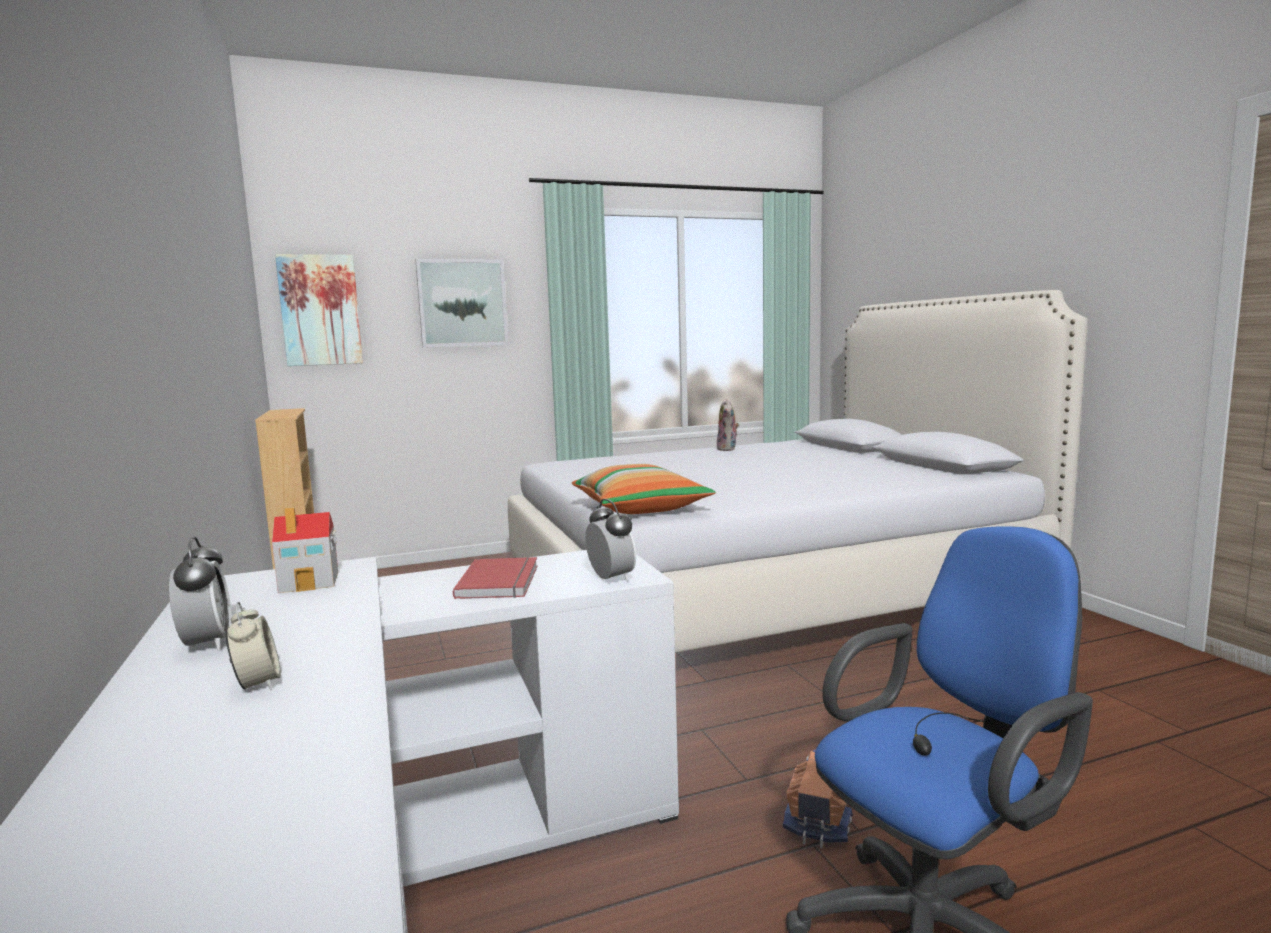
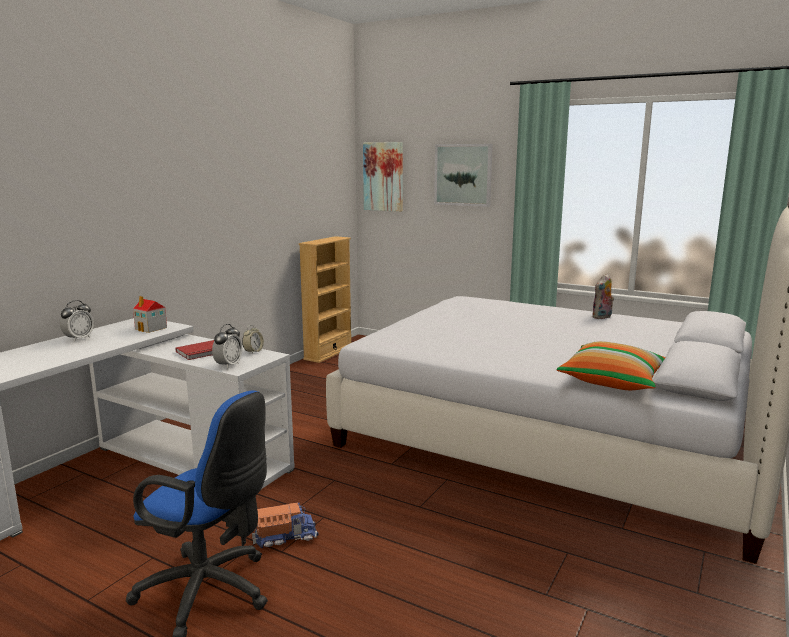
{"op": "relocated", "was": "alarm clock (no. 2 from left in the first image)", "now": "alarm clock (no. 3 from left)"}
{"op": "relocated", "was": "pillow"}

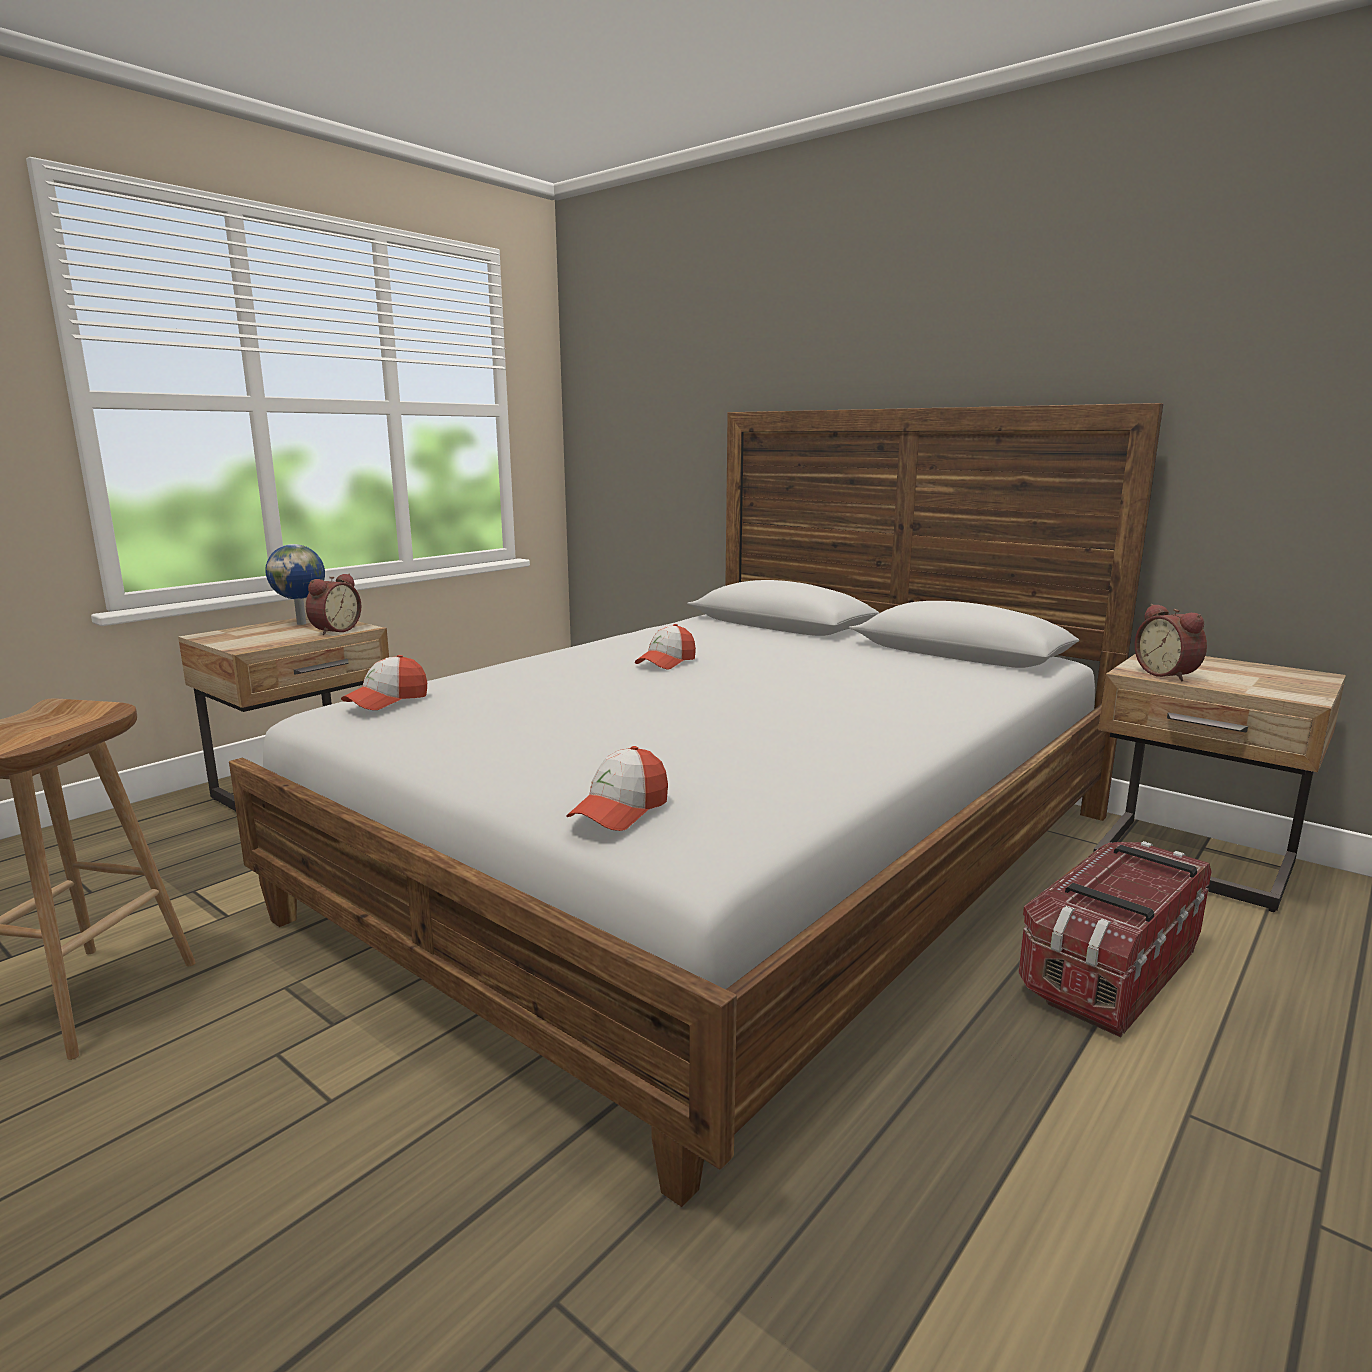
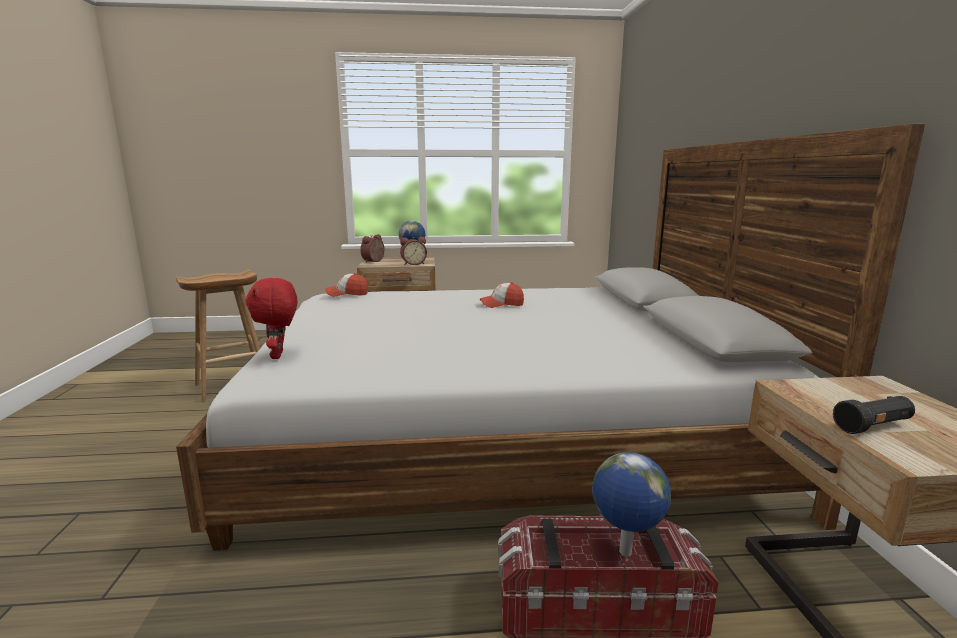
{"op": "exchanged", "was": "cap (no. 2 from left)", "now": "red plush toy"}
{"op": "relocated", "was": "alarm clock (no. 2 from left in the first image)", "now": "alarm clock (no. 1 from left)"}
{"op": "appeared", "now": "globe (no. 2 from left)"}
{"op": "appeared", "now": "black flashlight"}

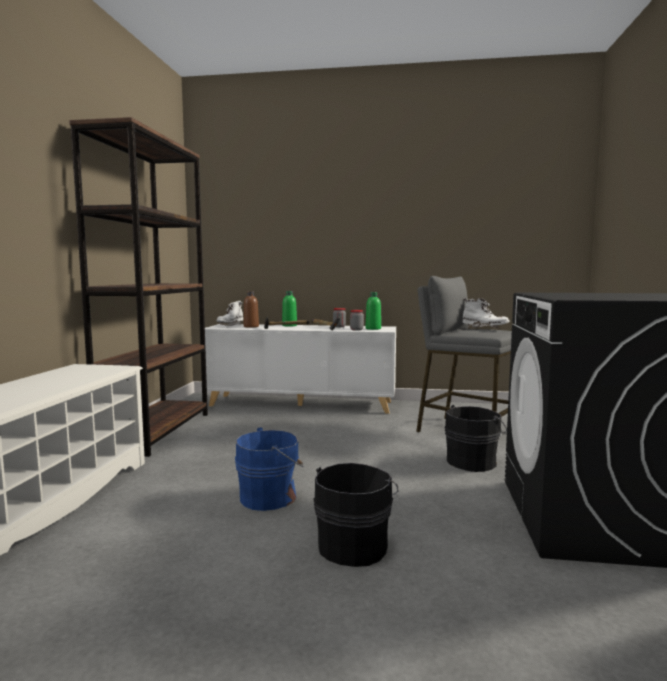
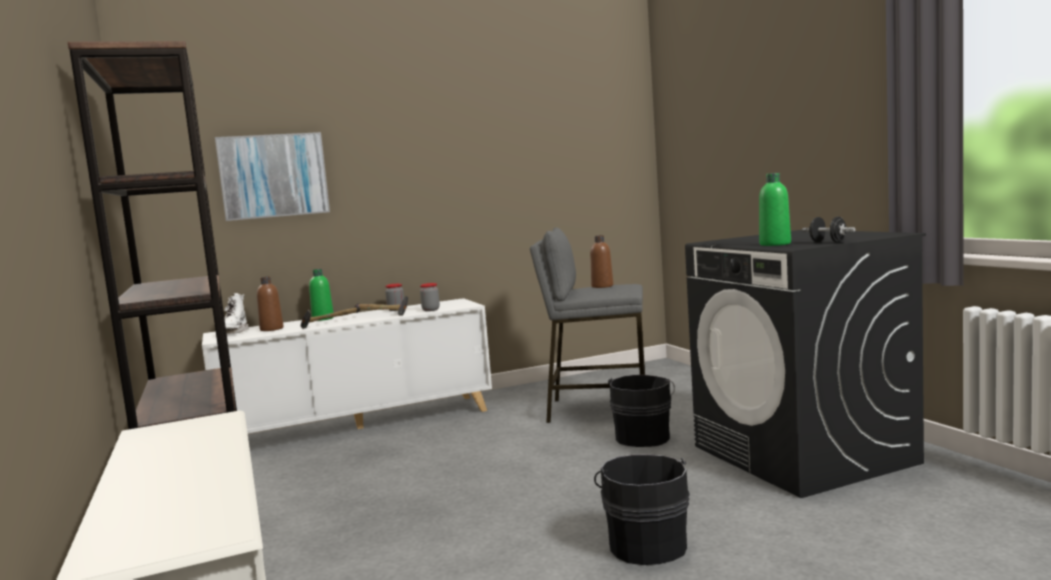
{"op": "missing", "was": "blue bucket"}
{"op": "relocated", "was": "green bottle (no. 2 from left)"}
{"op": "exchanged", "was": "white boot (no. 2 from left)", "now": "brown bottle (no. 2 from left)"}
{"op": "appeared", "now": "picture"}
{"op": "appeared", "now": "black dumbbell"}

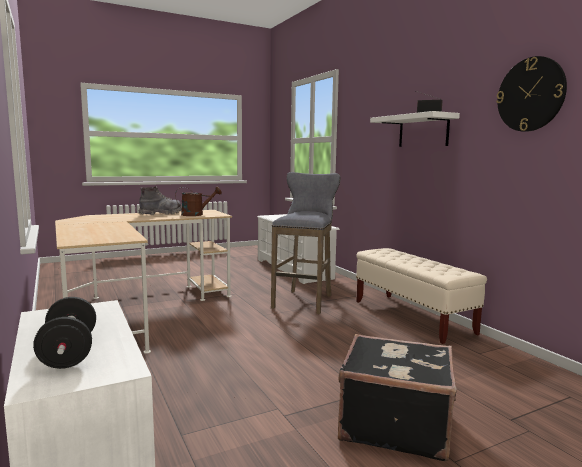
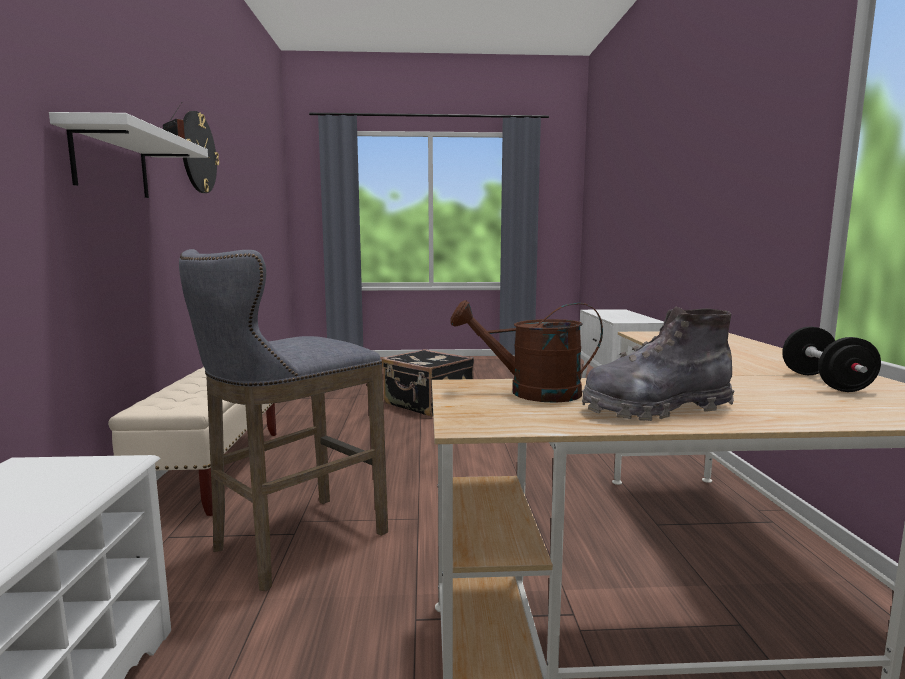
{"op": "relocated", "was": "black dumbbell"}

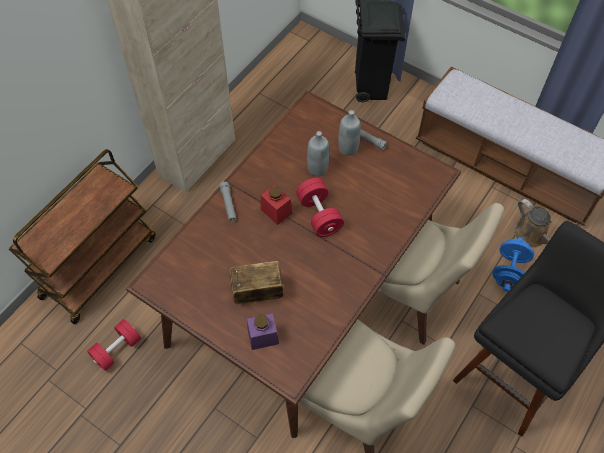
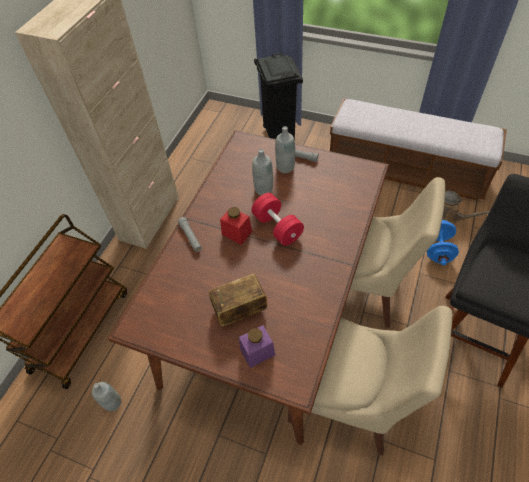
{"op": "exchanged", "was": "red dumbbell (no. 1 from left)", "now": "grey bottle (no. 1 from left)"}

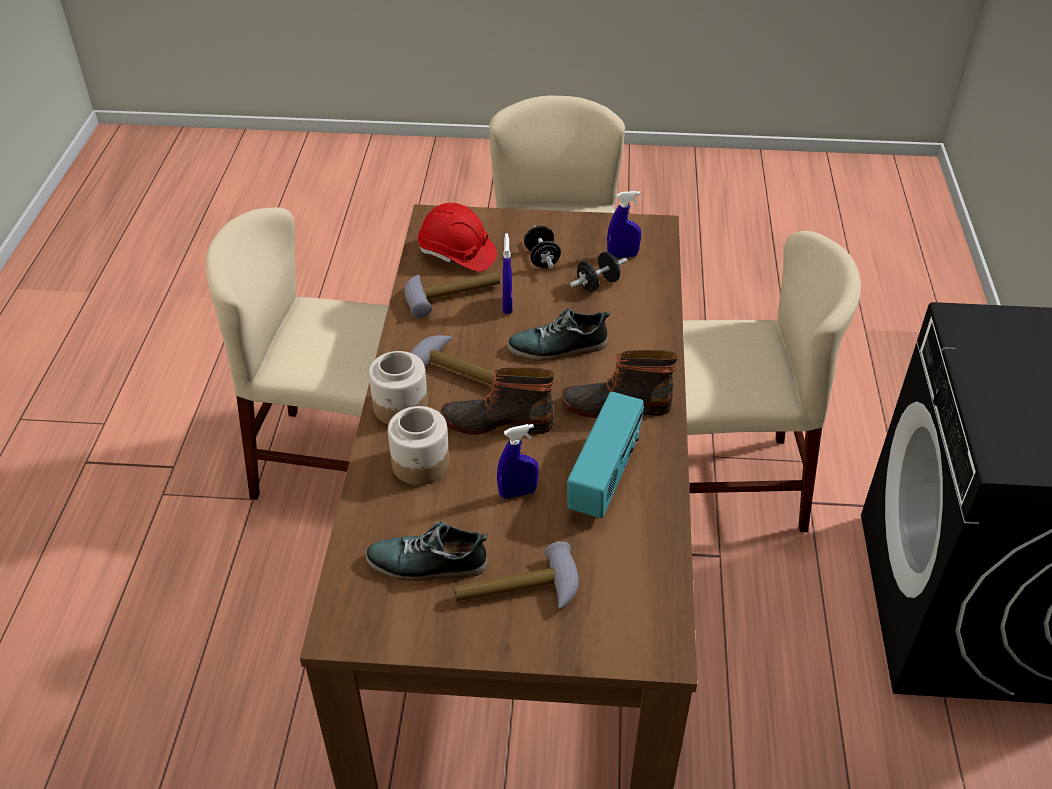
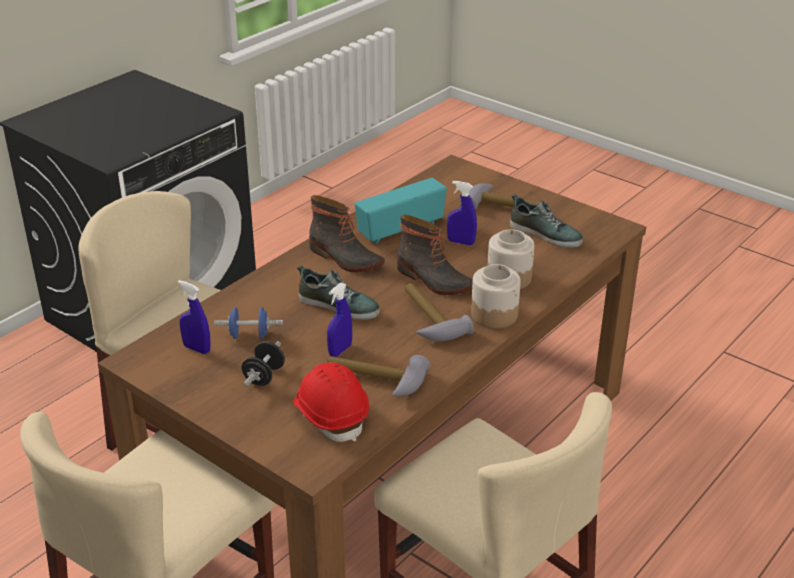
{"op": "colour", "was": "black dumbbell (no. 2 from left)", "now": "blue dumbbell"}

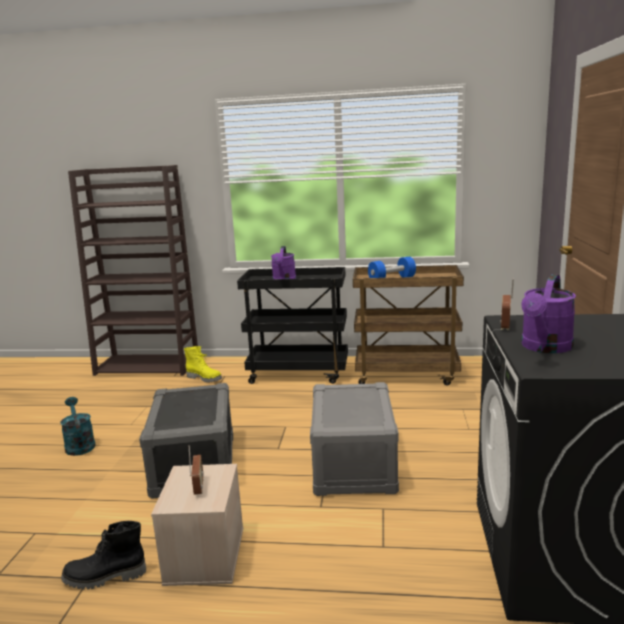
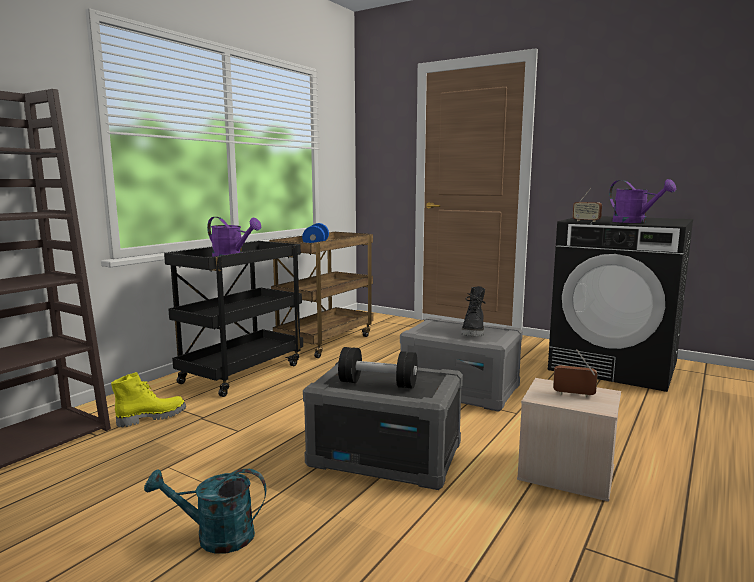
{"op": "relocated", "was": "black boot"}
{"op": "appeared", "now": "black dumbbell"}

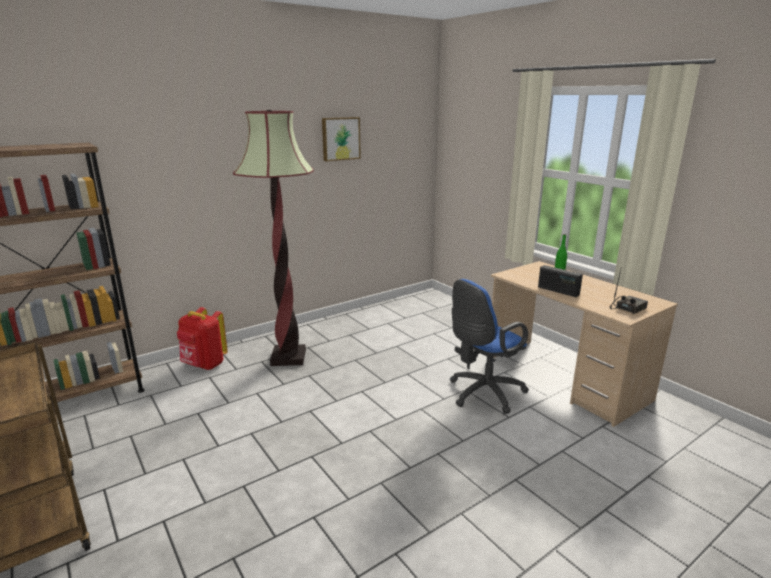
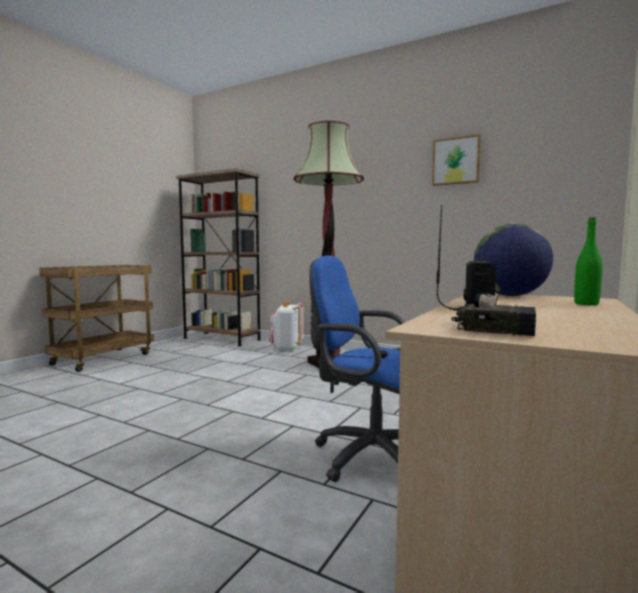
{"op": "colour", "was": "red backpack", "now": "white backpack"}
{"op": "appeared", "now": "globe"}

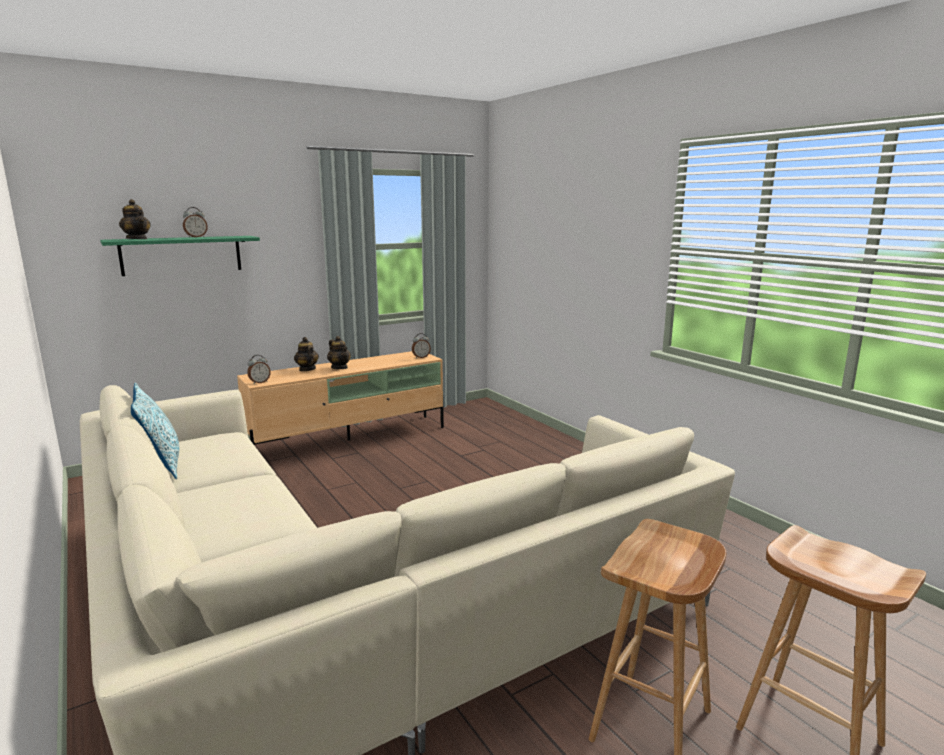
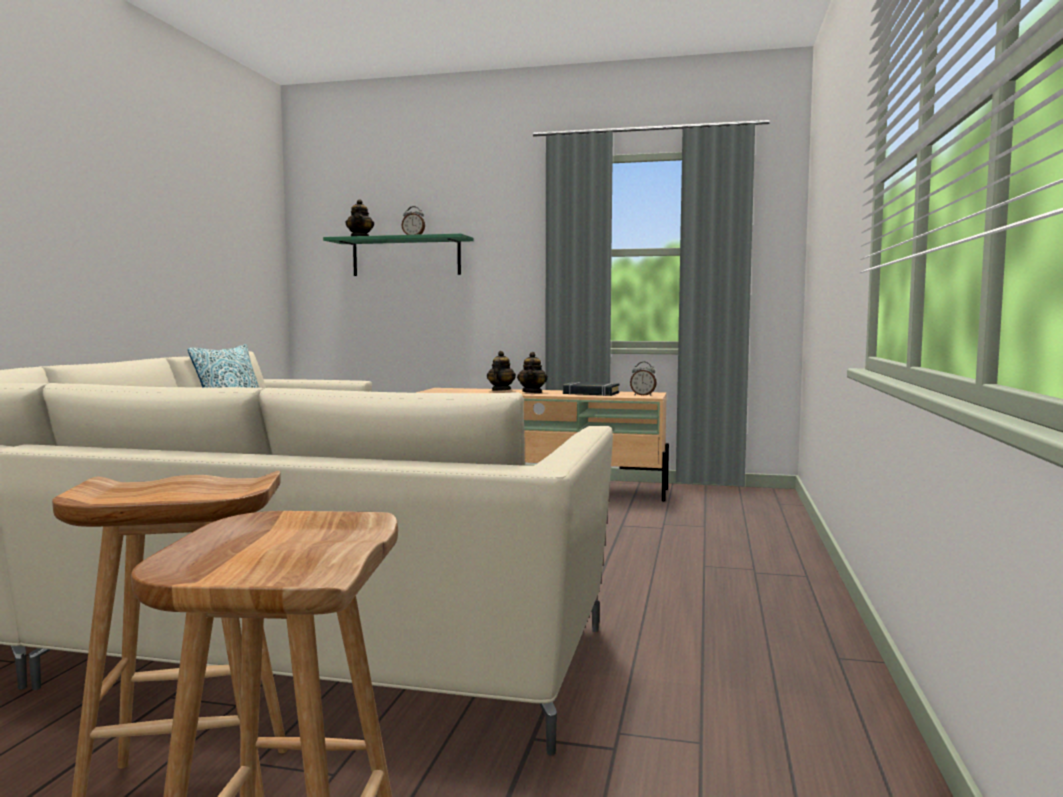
{"op": "missing", "was": "alarm clock (no. 2 from left)"}
{"op": "appeared", "now": "black book"}

